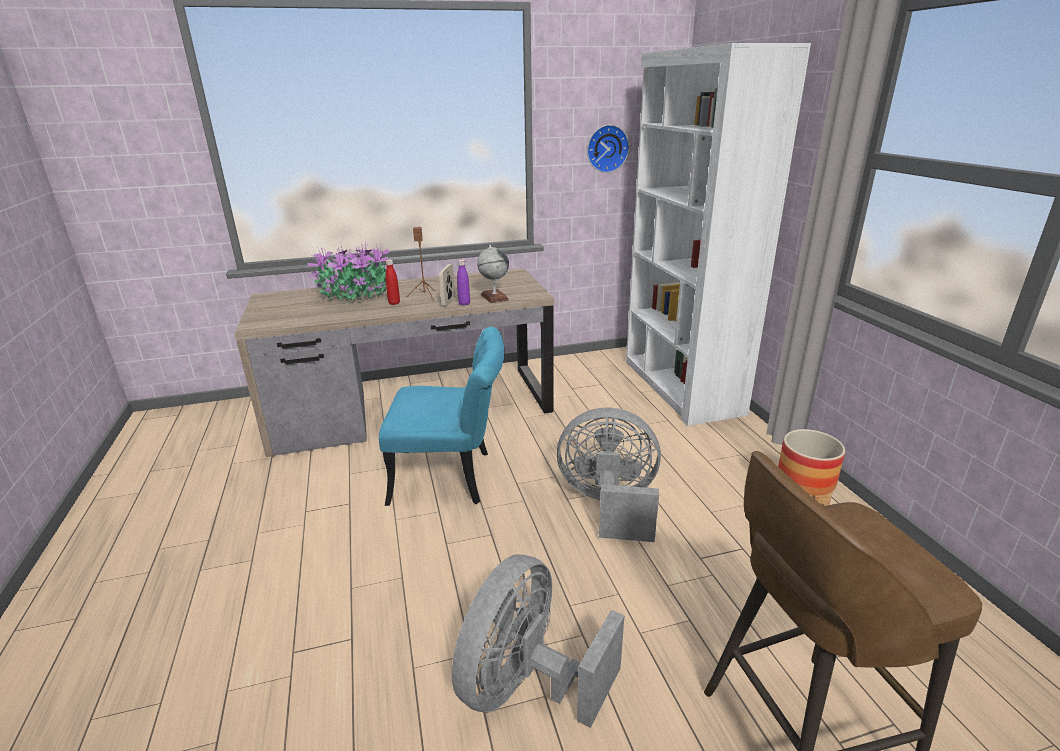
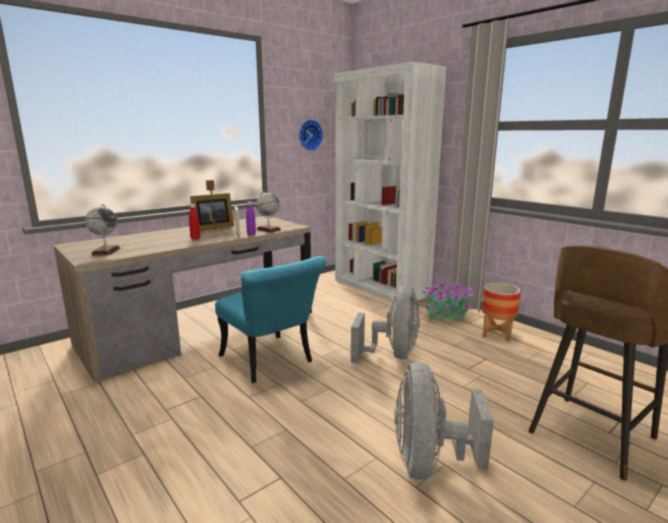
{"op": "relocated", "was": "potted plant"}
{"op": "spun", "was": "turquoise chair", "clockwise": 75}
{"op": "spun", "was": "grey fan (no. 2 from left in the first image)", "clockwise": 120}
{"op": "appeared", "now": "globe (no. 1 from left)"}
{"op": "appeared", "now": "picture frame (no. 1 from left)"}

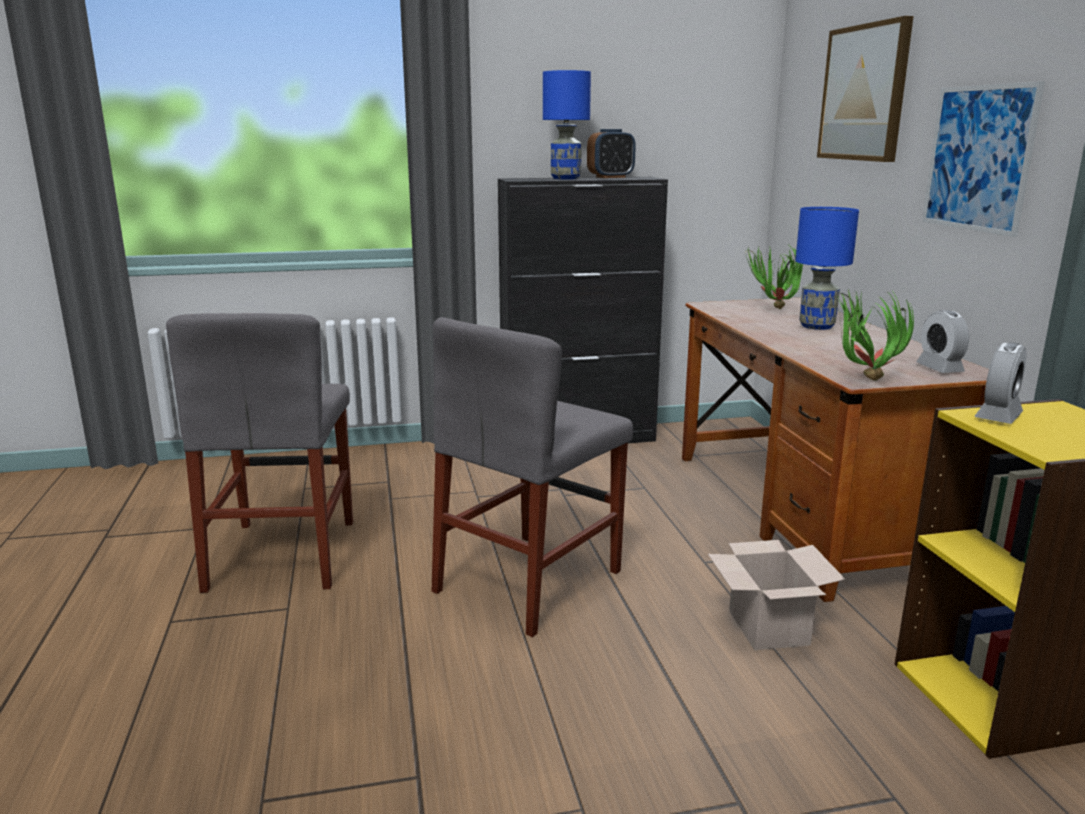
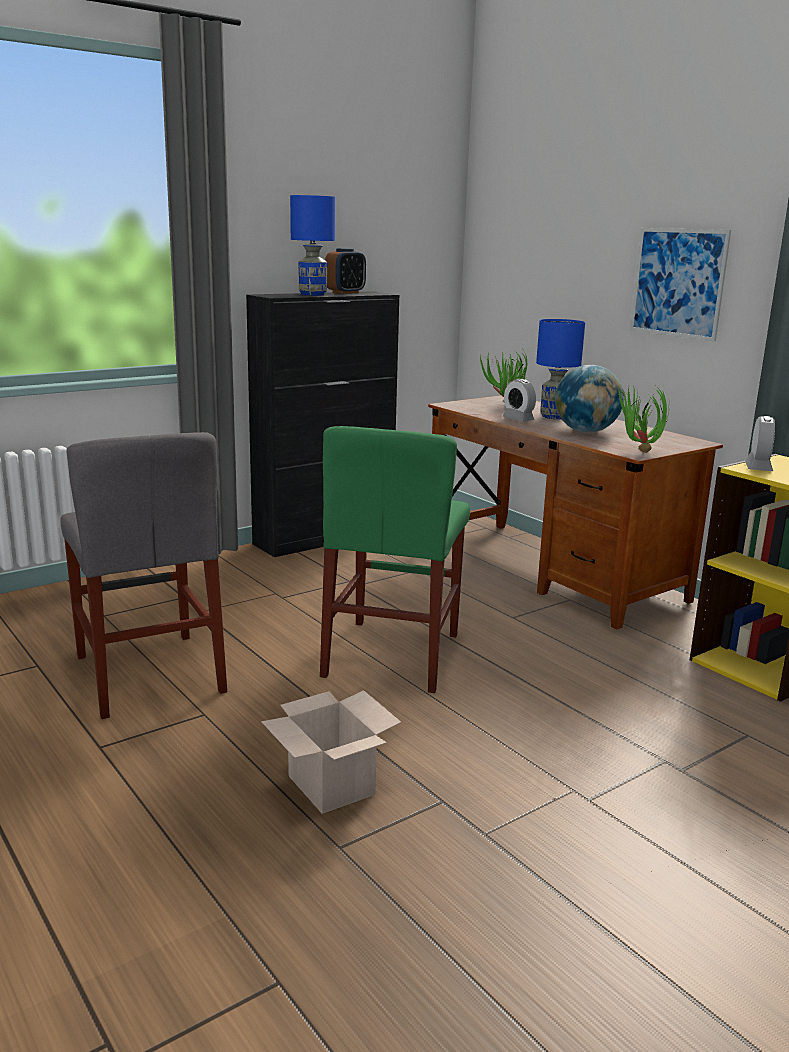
{"op": "colour", "was": "grey chair (no. 2 from left)", "now": "green chair"}
{"op": "relocated", "was": "cardboard box"}
{"op": "missing", "was": "picture (no. 1 from left)"}
{"op": "relocated", "was": "alarm clock (no. 2 from left)"}
{"op": "appeared", "now": "globe"}

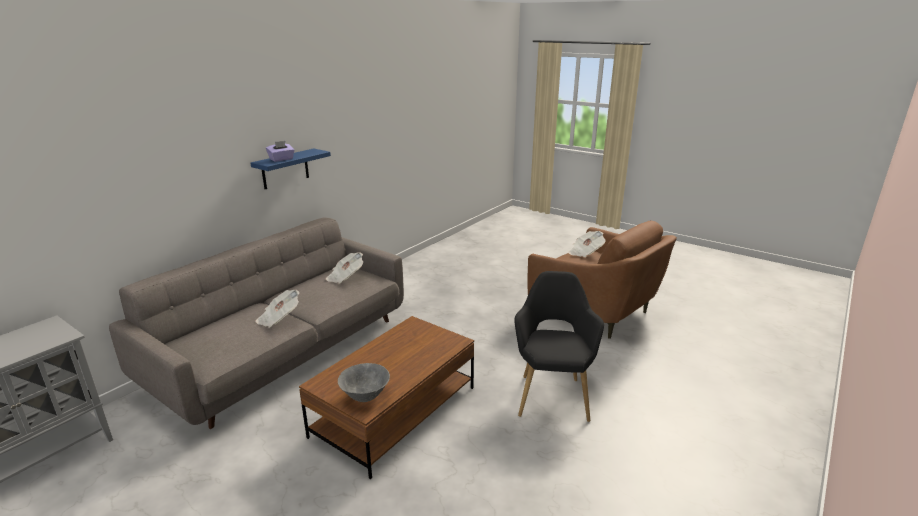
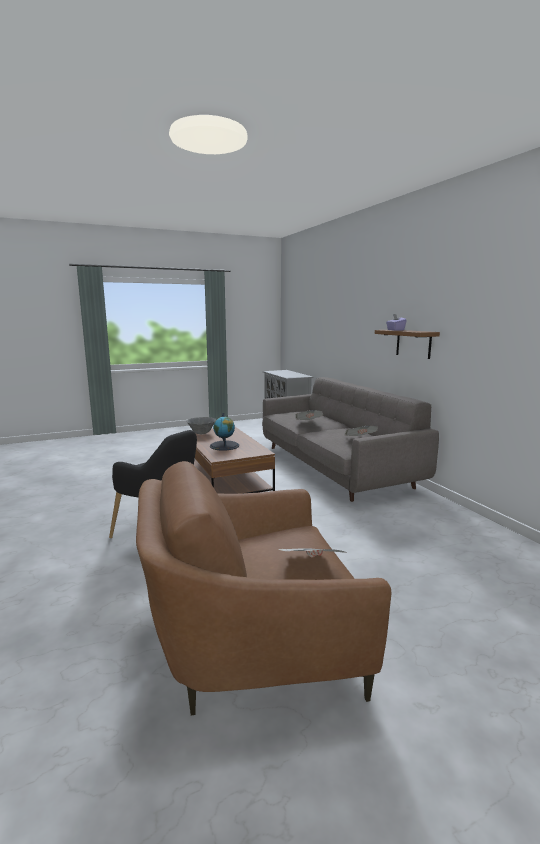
{"op": "colour", "was": "blue shelf", "now": "brown shelf"}
{"op": "appeared", "now": "globe"}

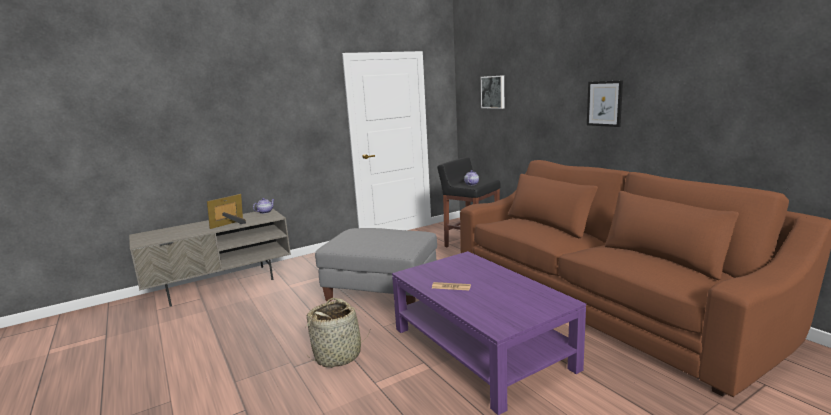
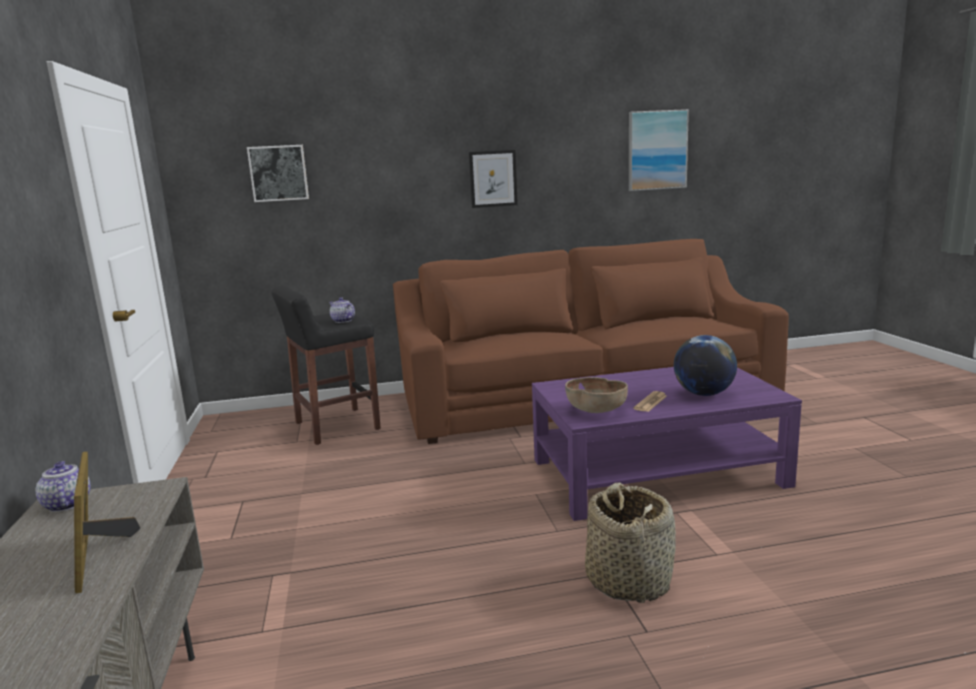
{"op": "missing", "was": "grey ottoman"}
{"op": "appeared", "now": "brown bowl"}
{"op": "appeared", "now": "picture (no. 3 from left)"}
{"op": "appeared", "now": "globe"}

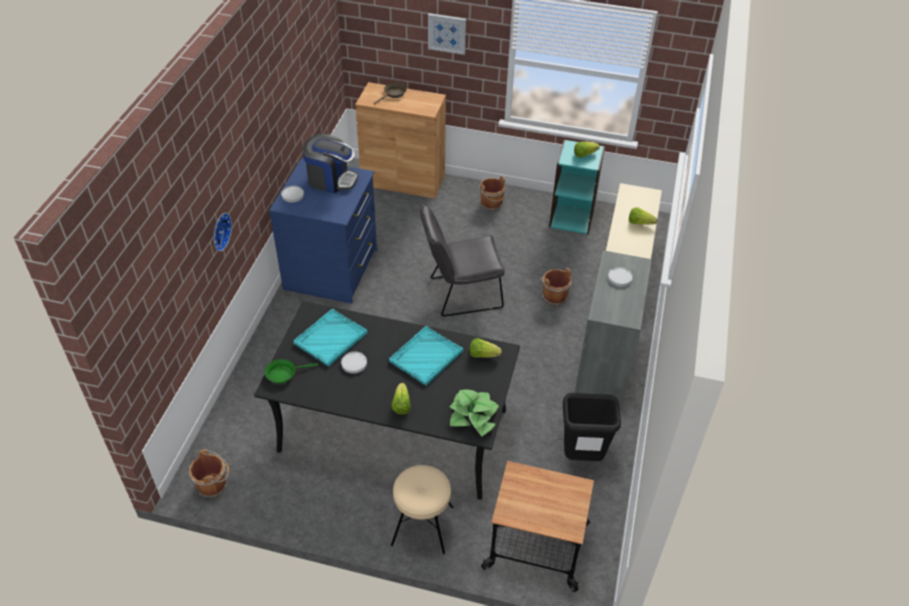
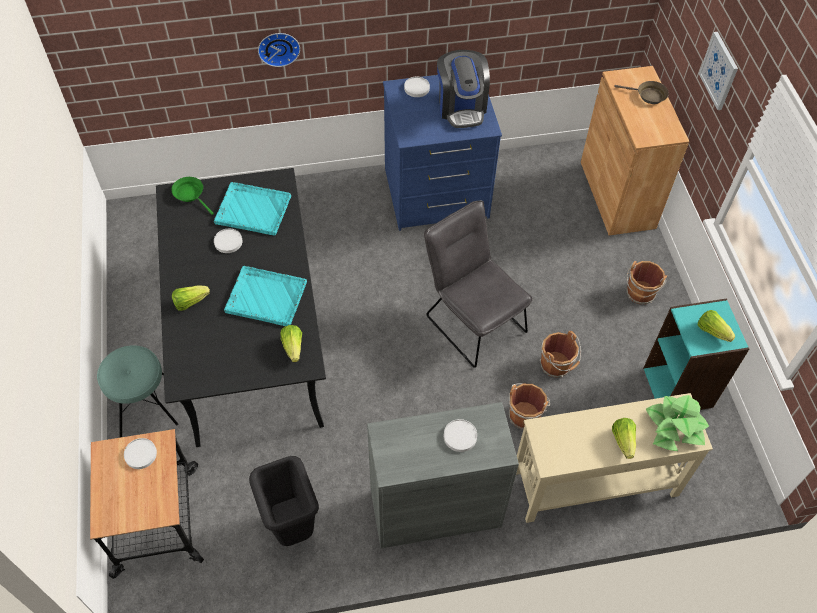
{"op": "relocated", "was": "brown bucket (no. 1 from left in the first image)", "now": "brown bucket (no. 2 from left)"}
{"op": "colour", "was": "beige stool", "now": "turquoise stool"}
{"op": "relocated", "was": "potted plant"}
{"op": "appeared", "now": "white plate (no. 1 from left)"}

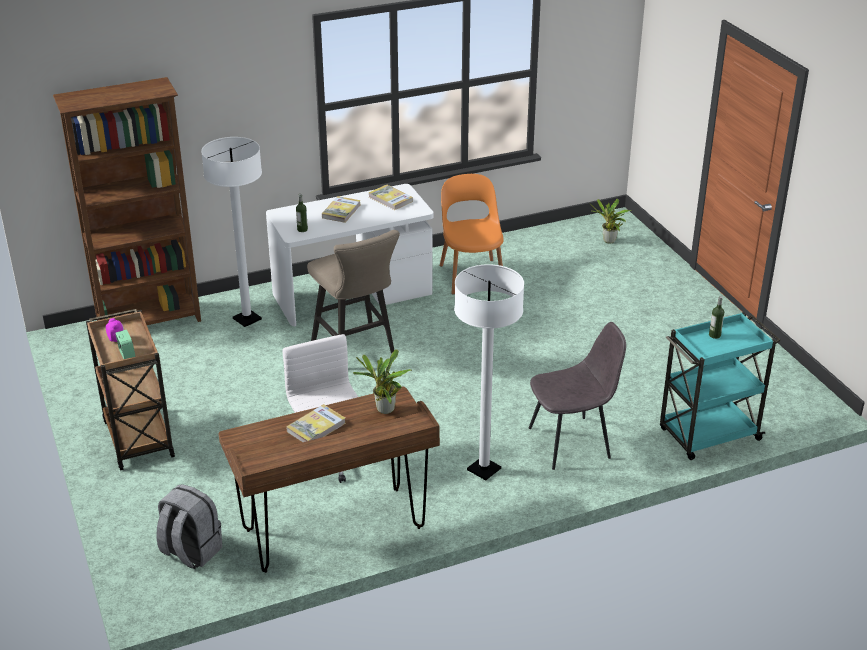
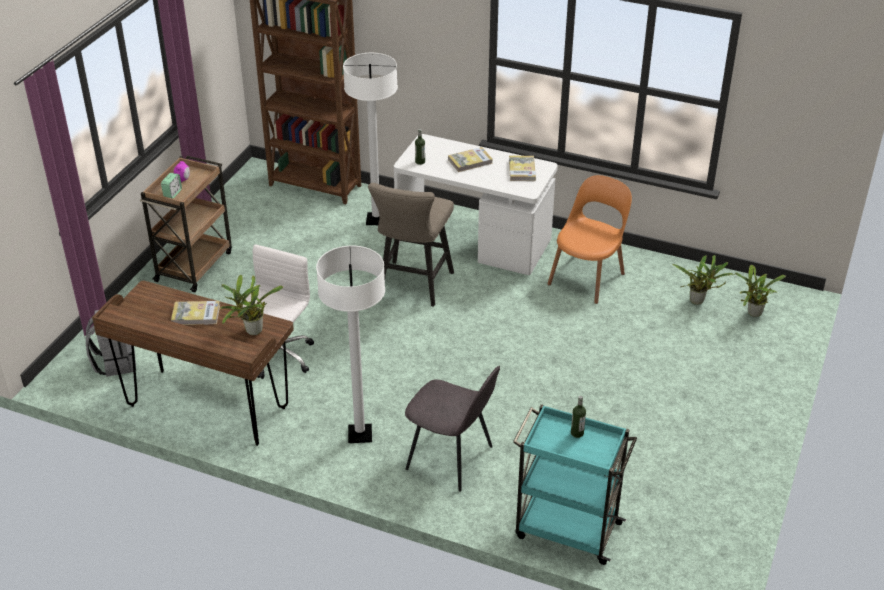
{"op": "appeared", "now": "potted plant (no. 2 from left)"}

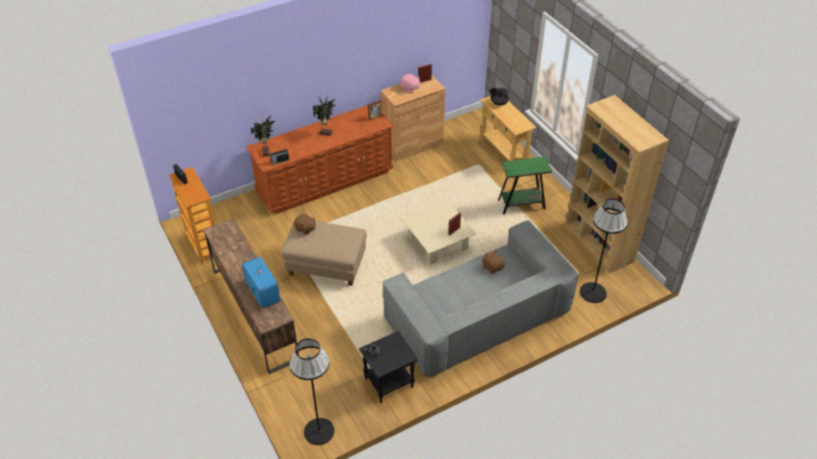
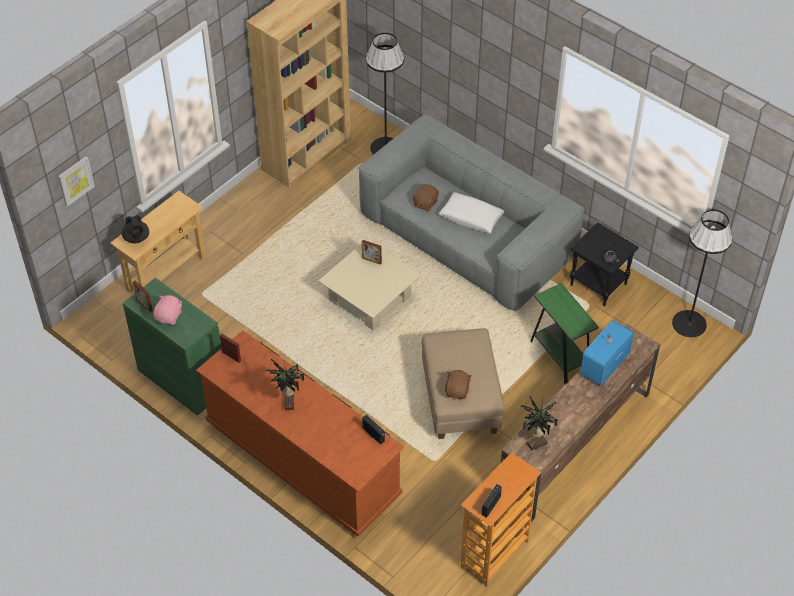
{"op": "relocated", "was": "potted plant (no. 1 from left in the first image)", "now": "potted plant (no. 2 from left)"}
{"op": "colour", "was": "brown cabinet", "now": "green cabinet"}
{"op": "relocated", "was": "green side table"}
{"op": "appeared", "now": "picture"}
{"op": "appeared", "now": "white pillow"}

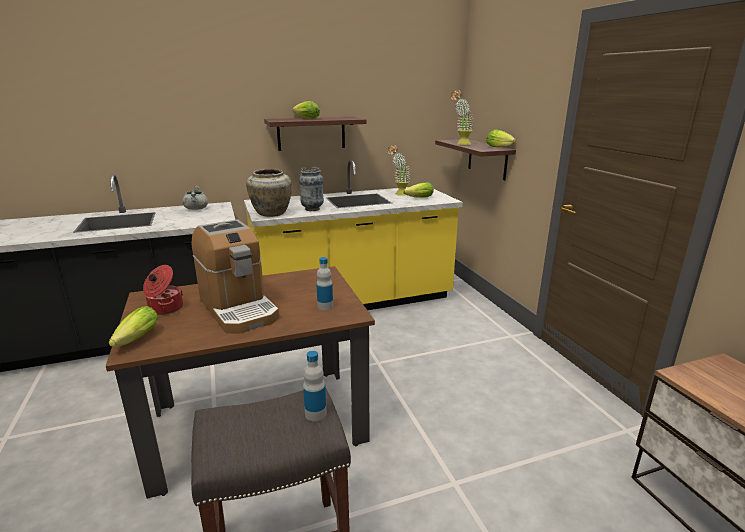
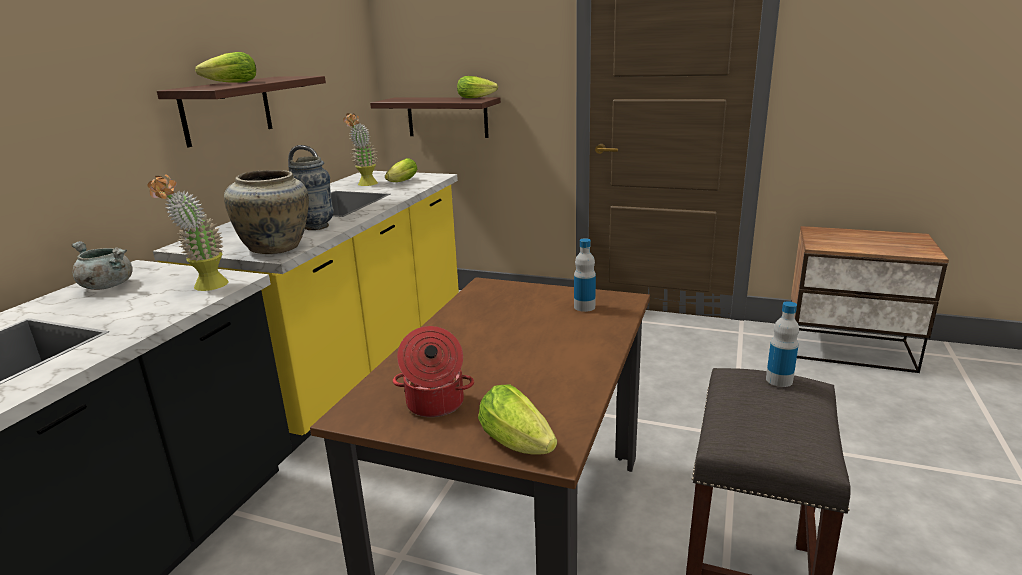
{"op": "missing", "was": "coffee machine"}
{"op": "relocated", "was": "potted plant (no. 2 from left in the first image)", "now": "potted plant (no. 1 from left)"}

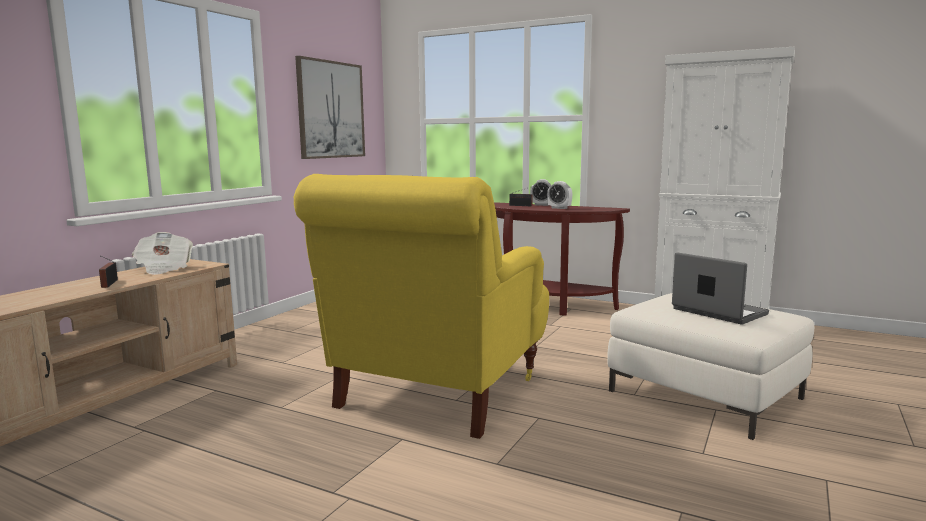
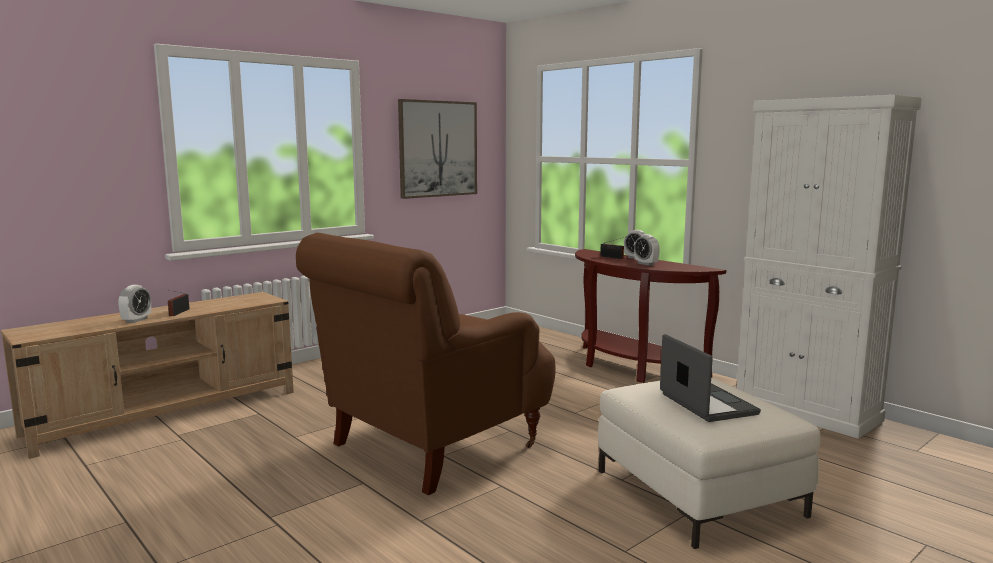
{"op": "missing", "was": "newspaper"}
{"op": "colour", "was": "yellow armchair", "now": "brown armchair"}
{"op": "appeared", "now": "alarm clock (no. 1 from left)"}

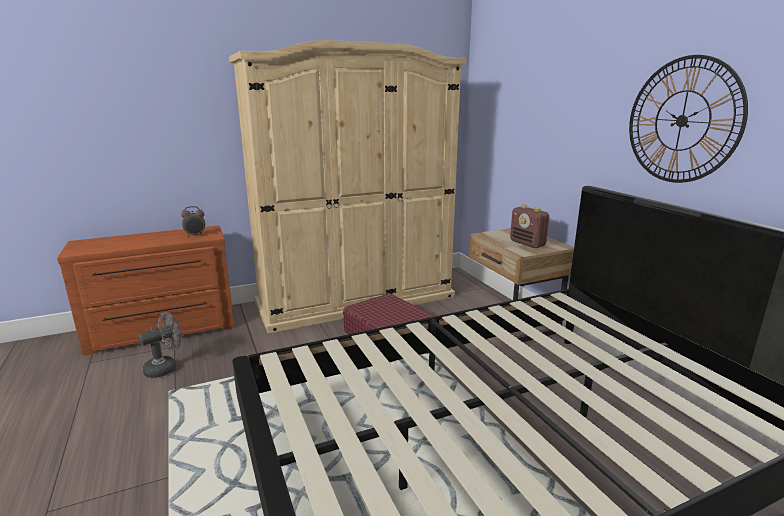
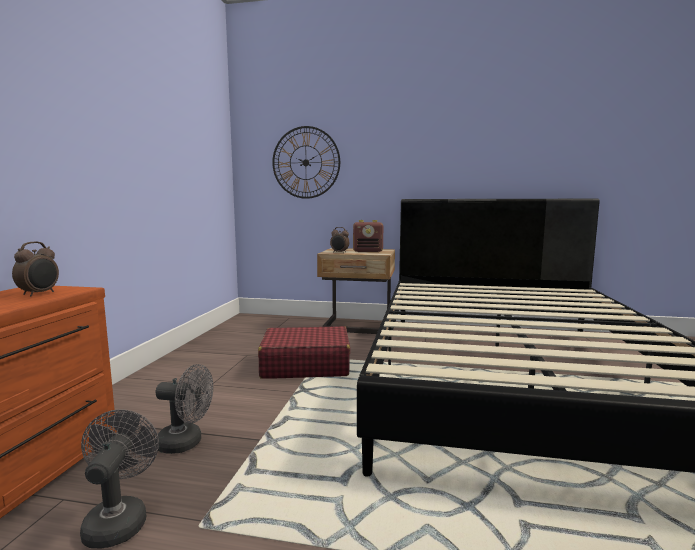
{"op": "missing", "was": "beige wardrobe"}
{"op": "relocated", "was": "wall clock"}
{"op": "appeared", "now": "grey fan (no. 2 from left)"}
{"op": "appeared", "now": "alarm clock (no. 2 from left)"}

